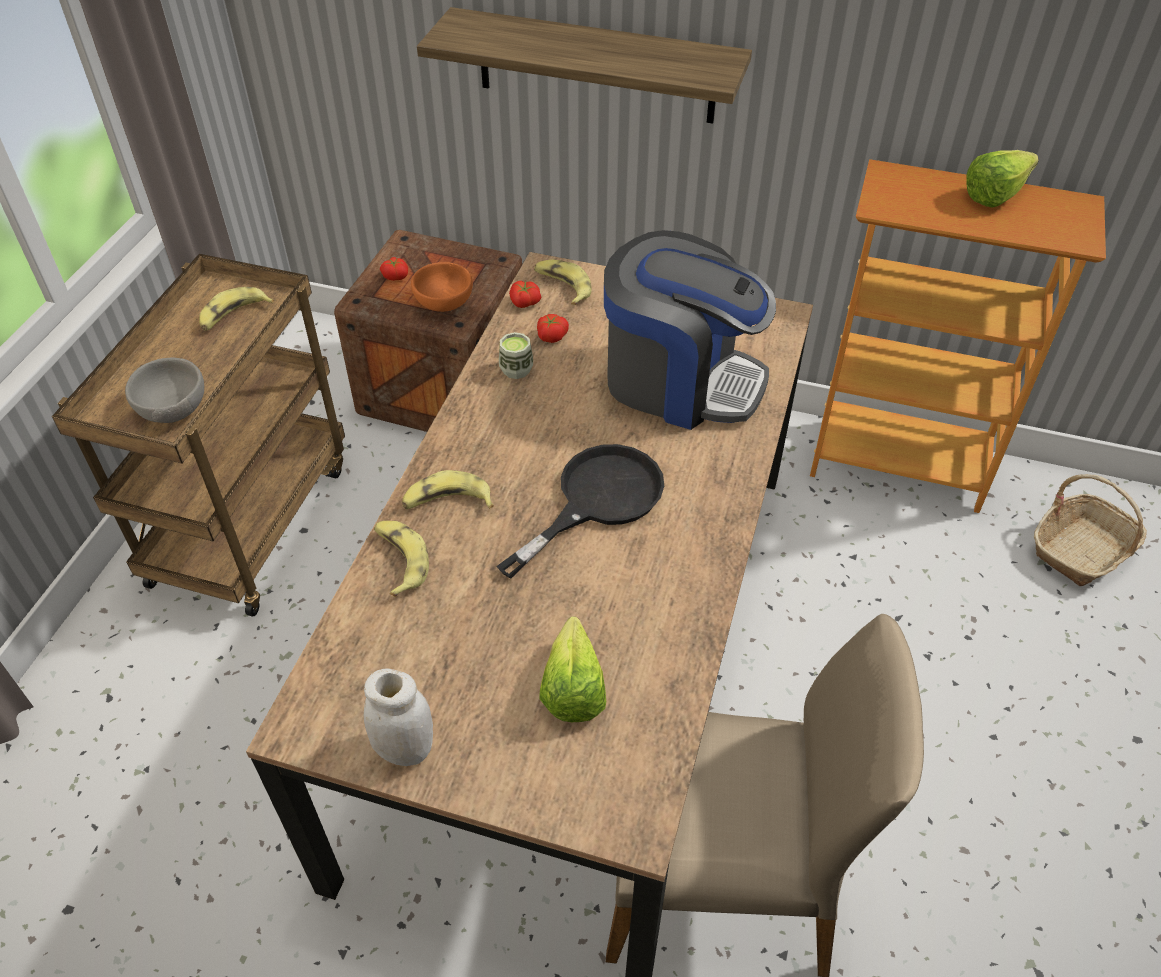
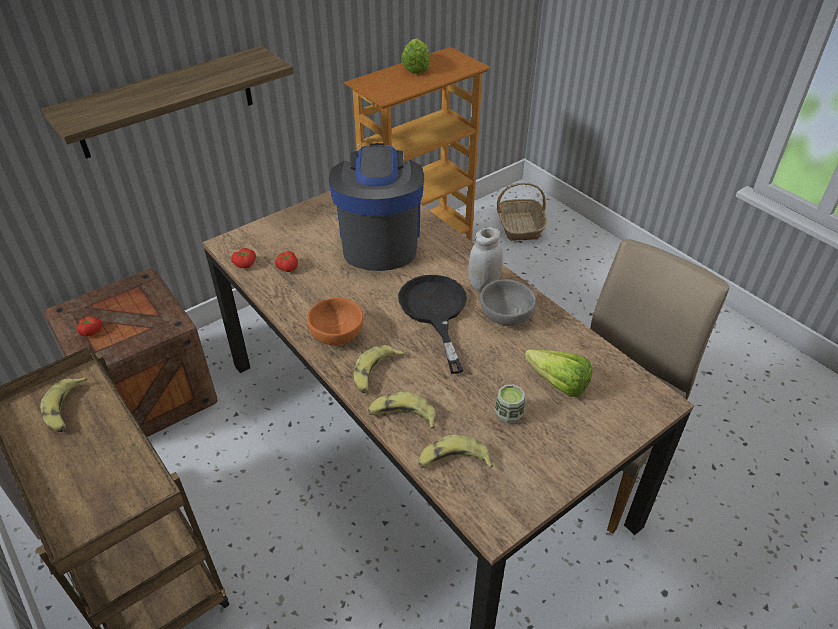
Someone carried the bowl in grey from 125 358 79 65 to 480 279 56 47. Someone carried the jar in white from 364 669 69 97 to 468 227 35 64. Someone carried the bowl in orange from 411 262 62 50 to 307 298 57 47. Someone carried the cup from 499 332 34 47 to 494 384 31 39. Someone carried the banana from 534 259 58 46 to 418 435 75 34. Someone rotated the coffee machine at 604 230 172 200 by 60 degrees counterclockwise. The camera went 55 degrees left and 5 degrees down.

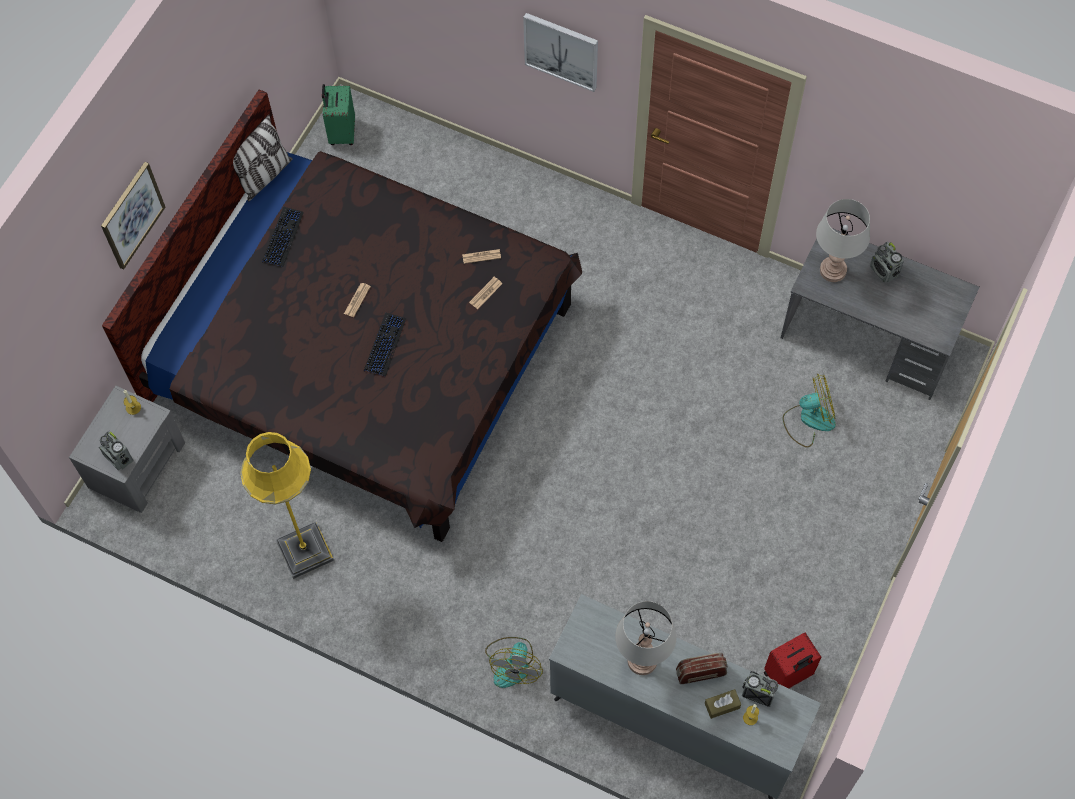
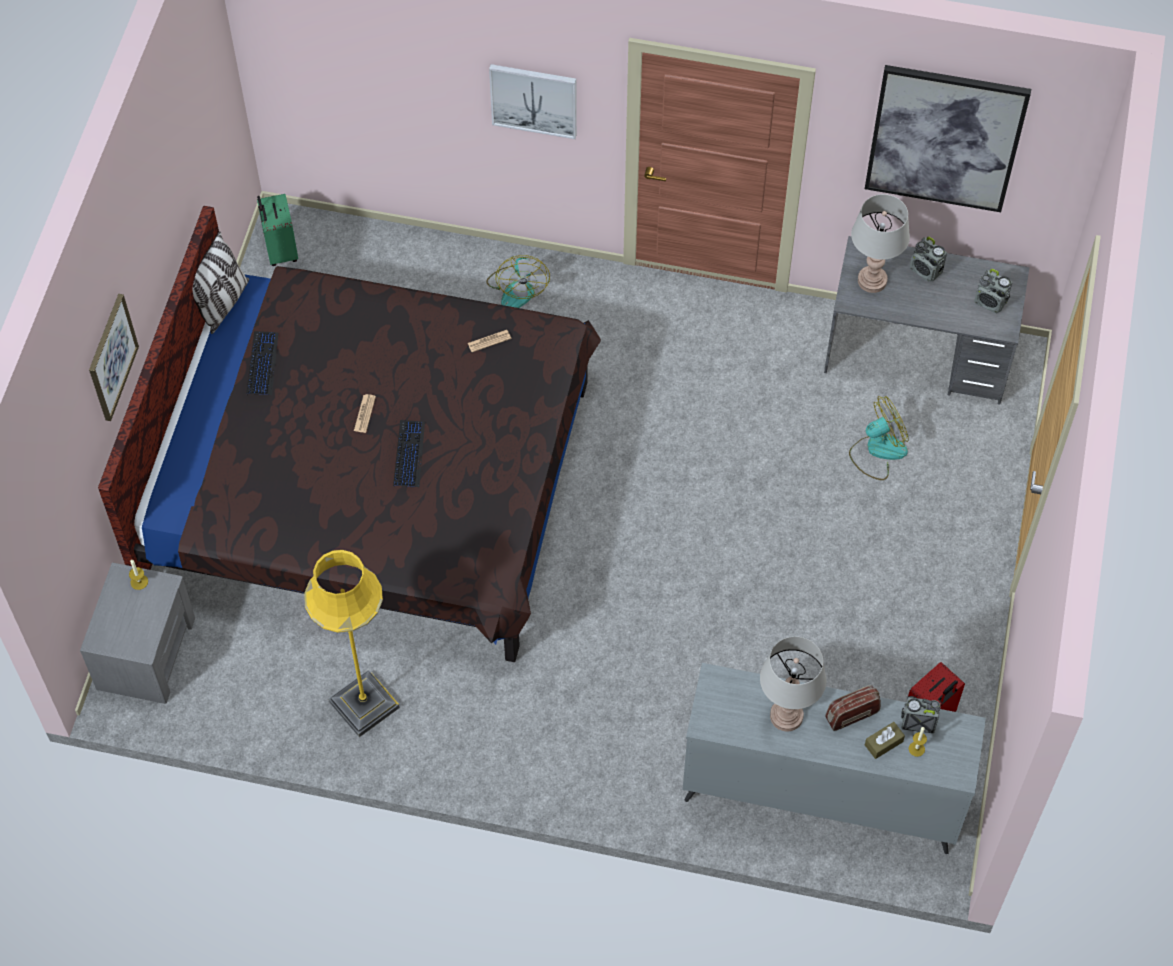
Someone took away the newspaper at 469 277 34 32. Someone put up the picture at 865 65 166 147. Someone carried the radio from 99 431 35 39 to 974 269 38 44. Someone carried the fan from 485 637 58 51 to 486 255 64 53. The camera went 15 degrees left and 5 degrees down.

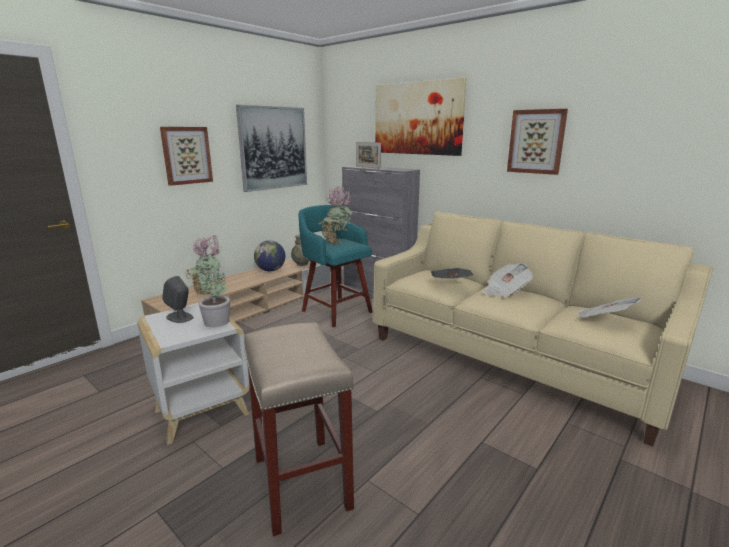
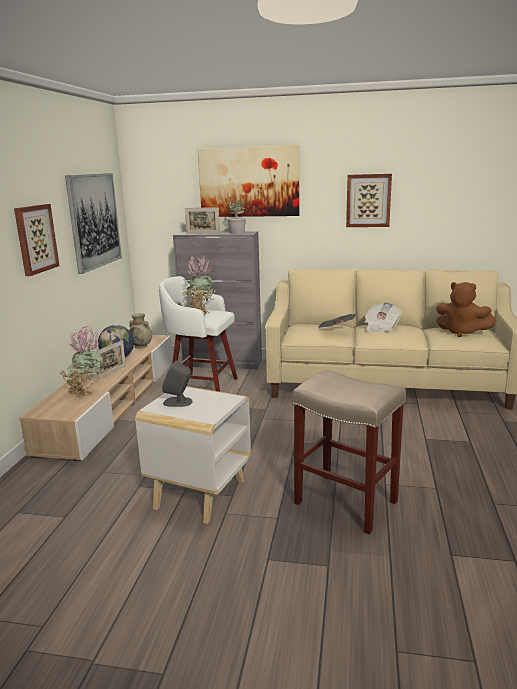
Someone put down the picture frame at 95 340 31 39. Someone carried the potted plant from 198 272 32 55 to 227 200 19 34. Someone swapped the newspaper at 578 297 64 21 for the plush toy in brown at 436 282 60 55. Someone repainted the stool in turquoise at 298 205 75 122, which became the stool in white at 159 276 79 116. The camera went 30 degrees left and 0 degrees up.

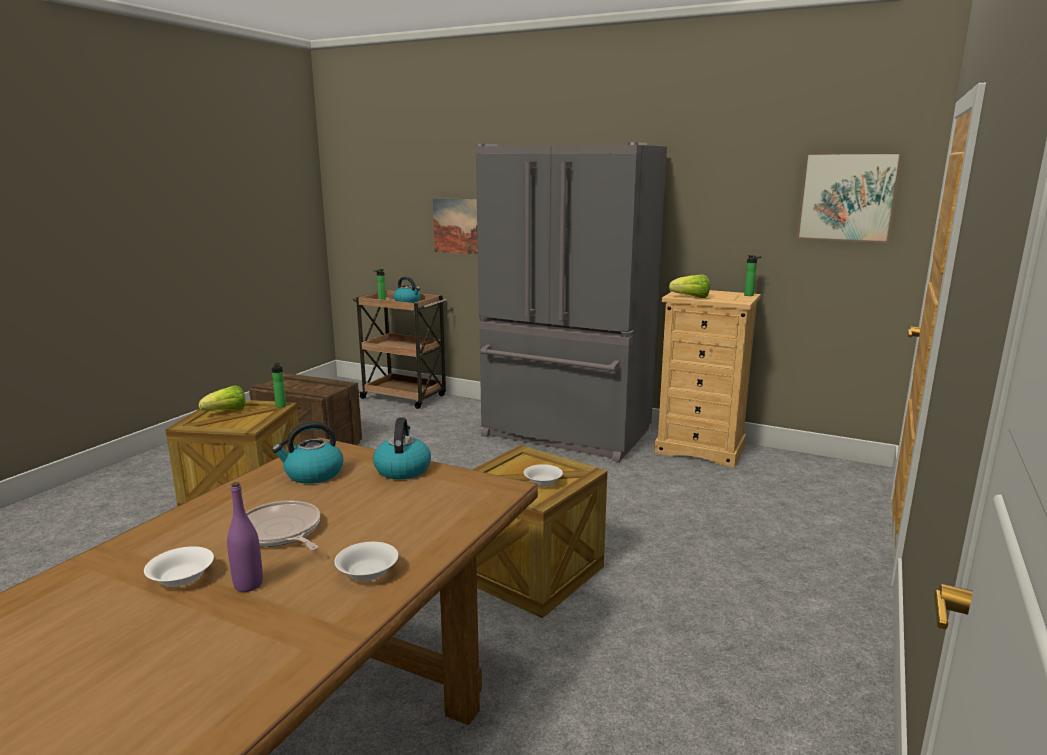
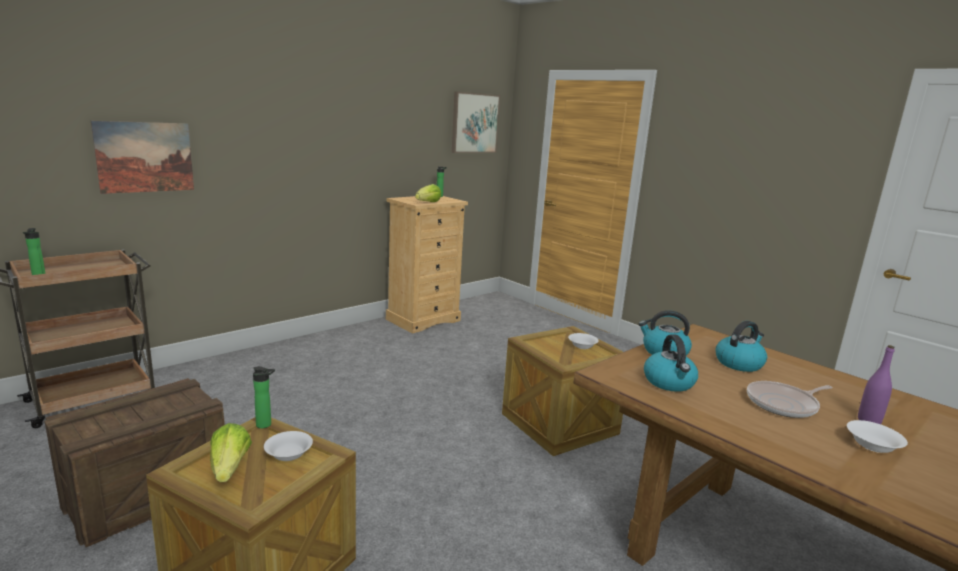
Someone took away the fridge in grey at 475 142 192 320. Someone carried the bowl in white from 334 542 65 39 to 264 431 49 30. Someone carried the kettle from 393 276 28 27 to 715 321 52 51. The camera went 70 degrees left and 0 degrees up.

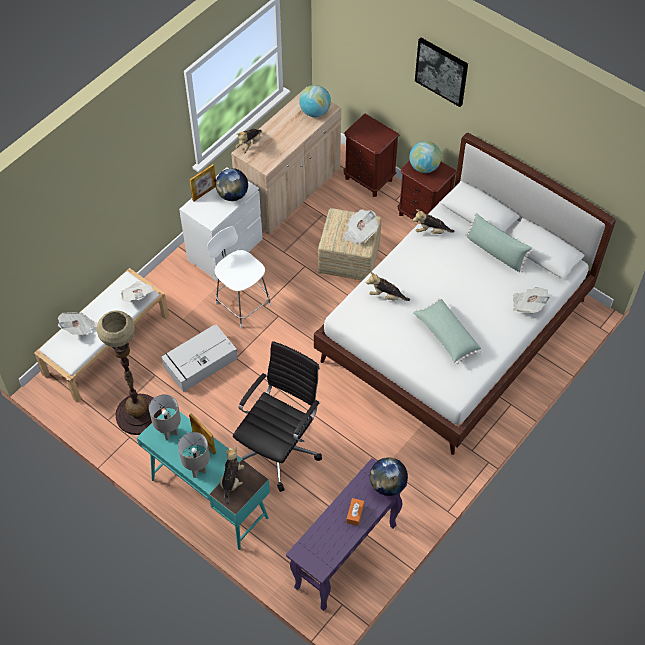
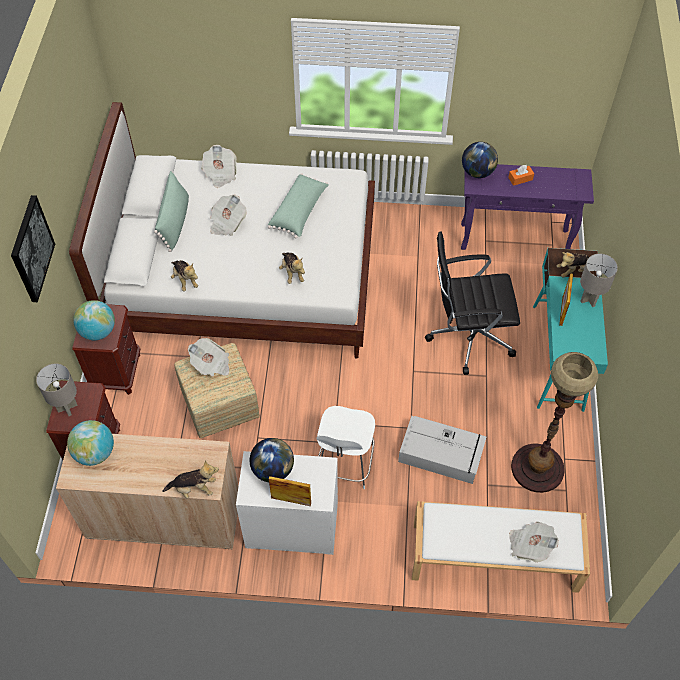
Someone carried the newspaper from 121 281 32 21 to 210 195 37 41. Someone carried the table lamp in grey from 149 394 32 47 to 36 363 42 53. The camera went 125 degrees left and 0 degrees up.

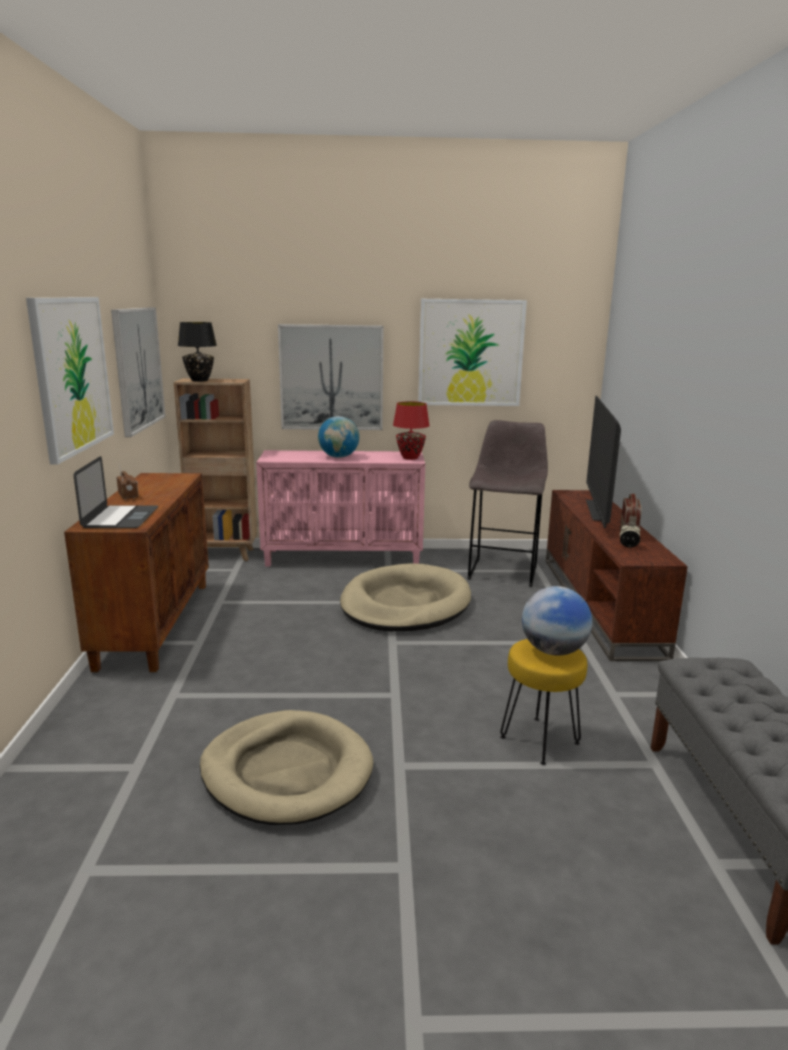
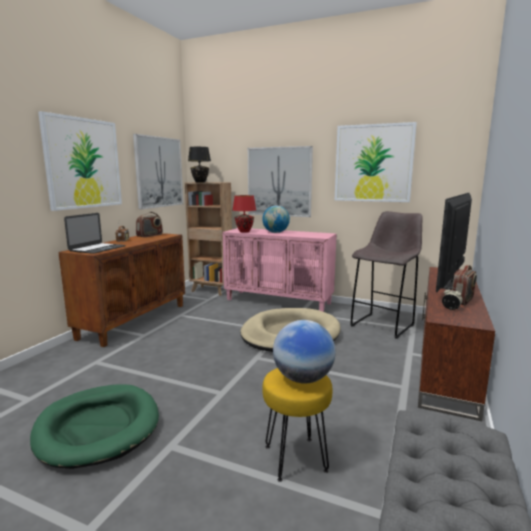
Someone put down the radio at 136 212 27 25. Someone carried the table lamp in red from 393 401 37 59 to 233 195 23 38. Someone repainted the dog bed in beige at 200 710 173 115, which became the dog bed in green at 30 384 129 85. The camera went 25 degrees right and 5 degrees down.

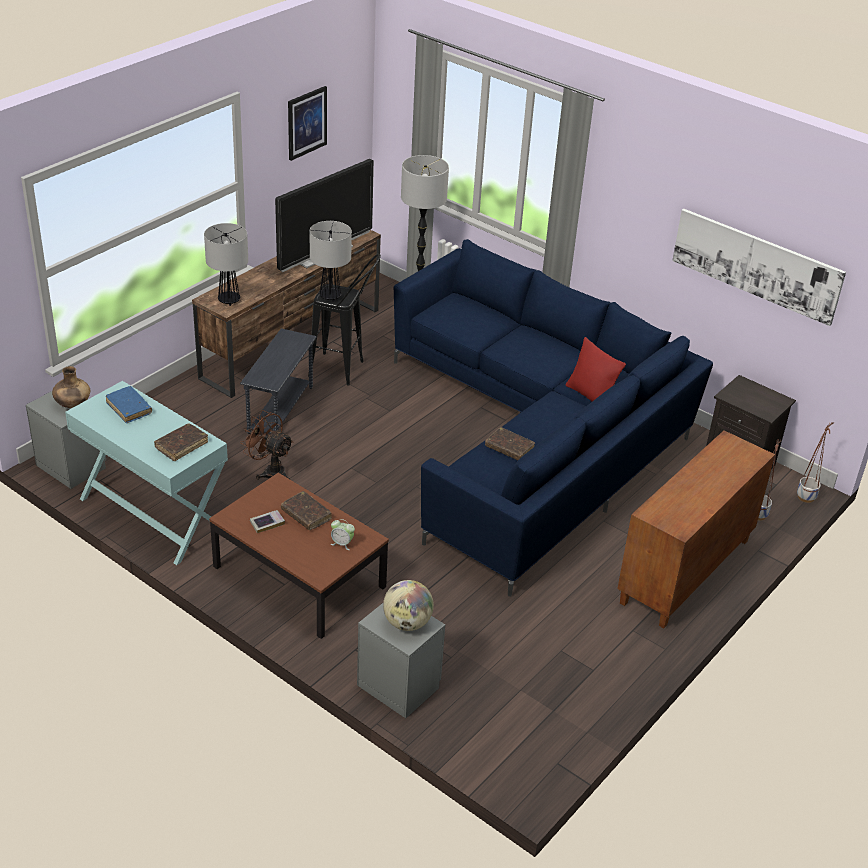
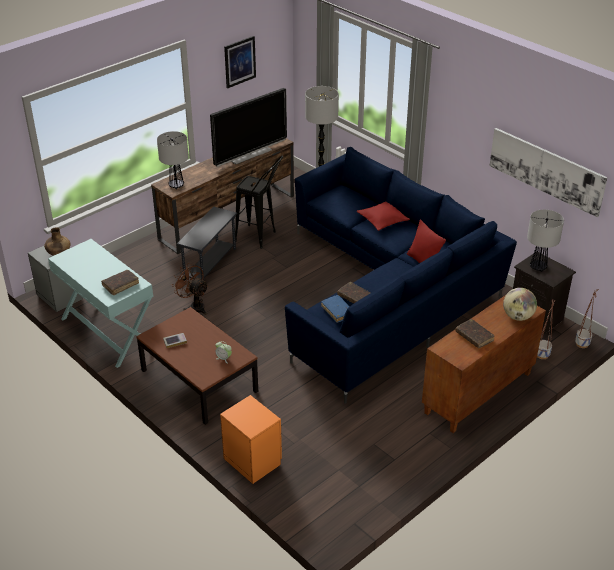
Someone put down the pillow in red at 356 201 54 30. Someone carried the book in blue from 106 386 46 37 to 321 295 28 28. Someone carried the book in brown from 281 491 51 39 to 455 319 39 29. Someone carried the table lamp from 310 221 42 81 to 527 209 37 63. Someone carried the globe from 383 580 51 51 to 503 288 34 33. Someone repainted the nightstand in grey at 357 603 88 115, which became the nightstand in orange at 220 395 62 89. The camera went 10 degrees right and 0 degrees up.

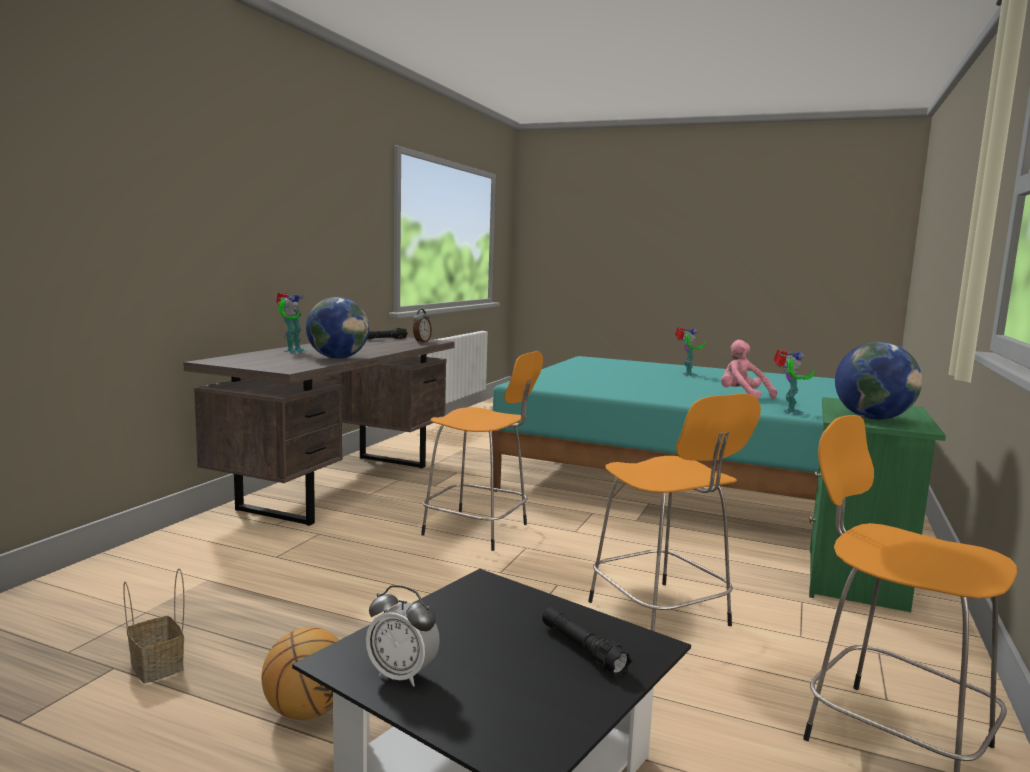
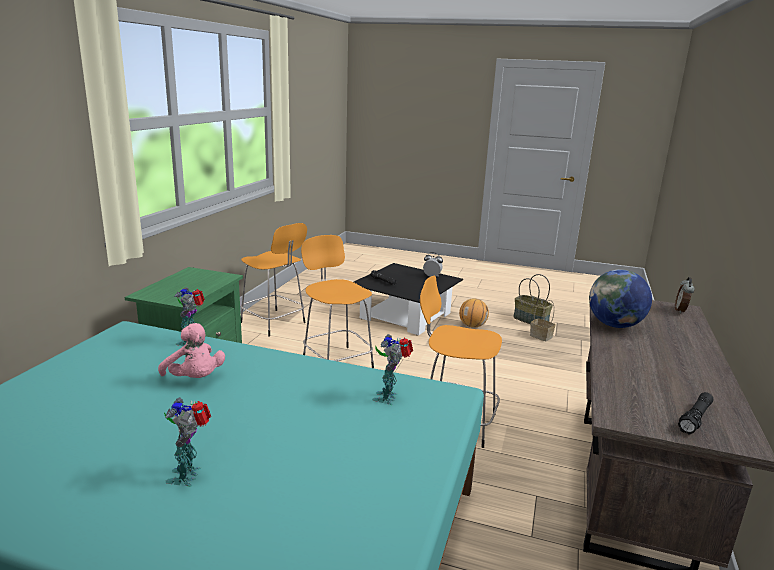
Someone took away the globe at 835 342 87 78. Someone put down the basket at 513 274 40 50. Someone carried the toy robot from 276 292 32 61 to 372 334 41 71. Someone carried the alarm clock from 413 309 19 34 to 675 277 20 37. The camera went 175 degrees right and 10 degrees up.

